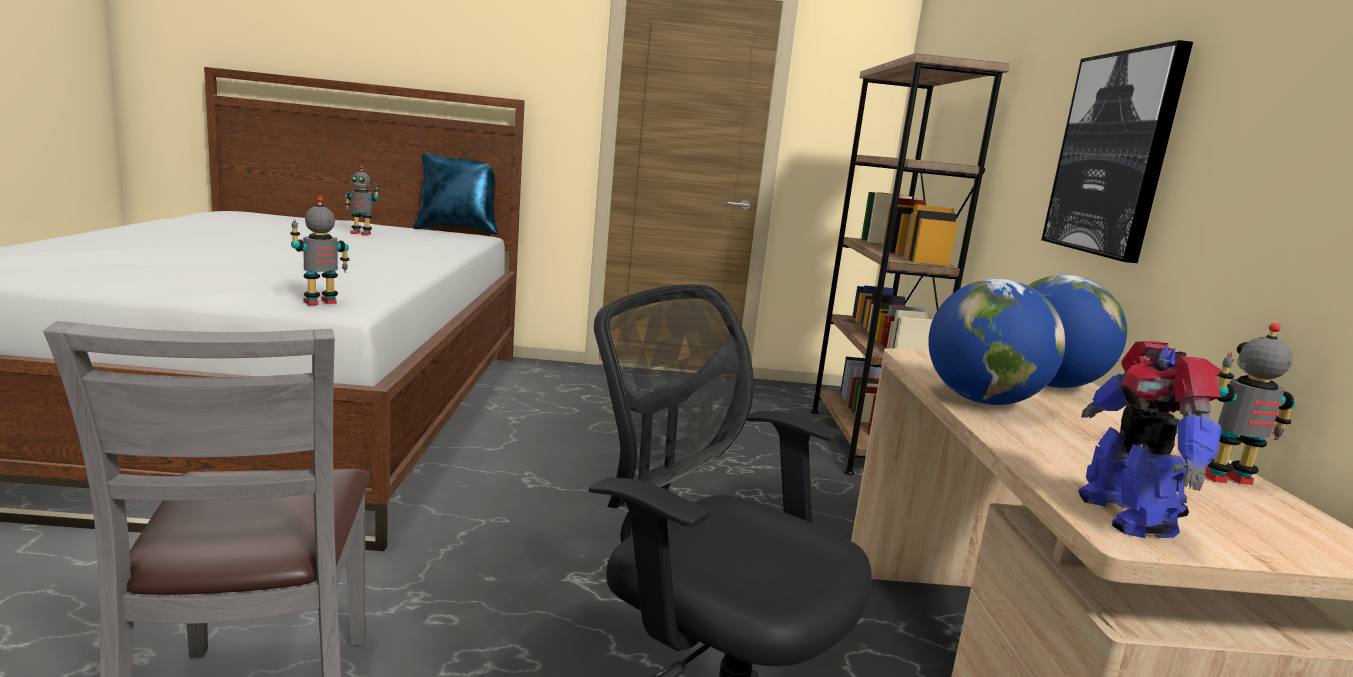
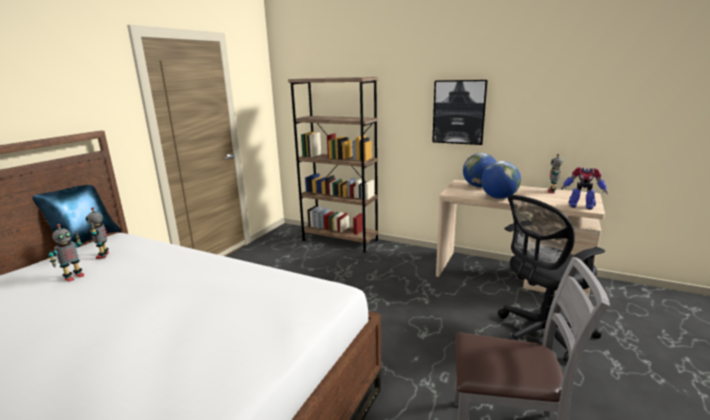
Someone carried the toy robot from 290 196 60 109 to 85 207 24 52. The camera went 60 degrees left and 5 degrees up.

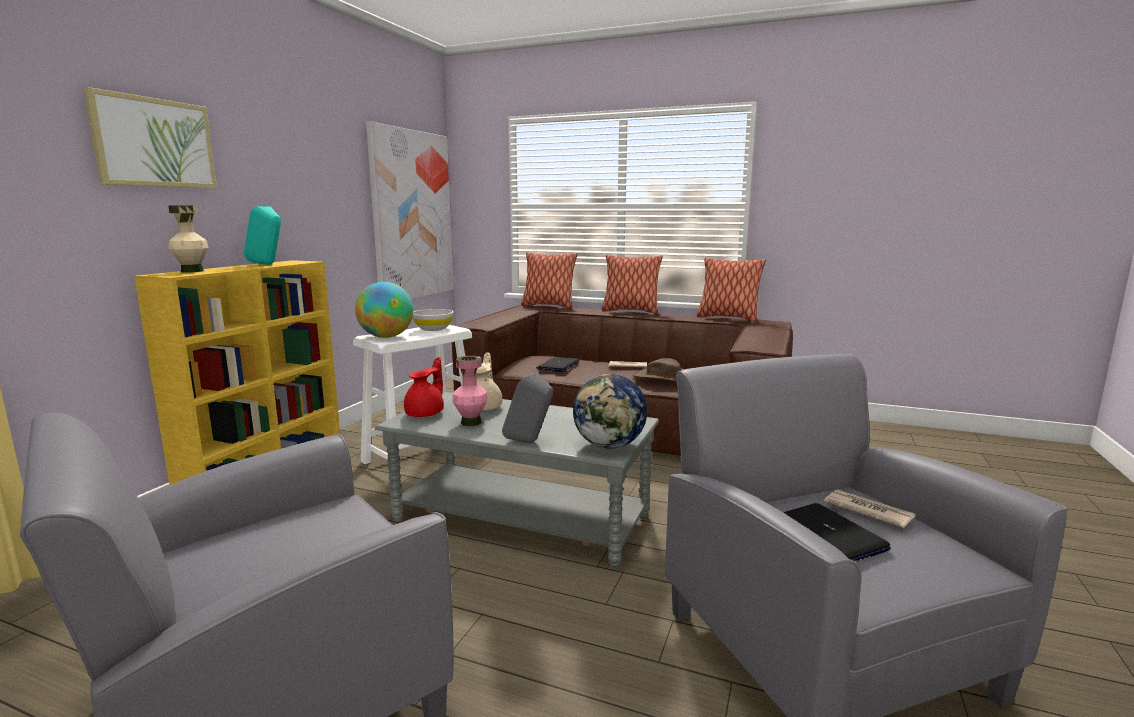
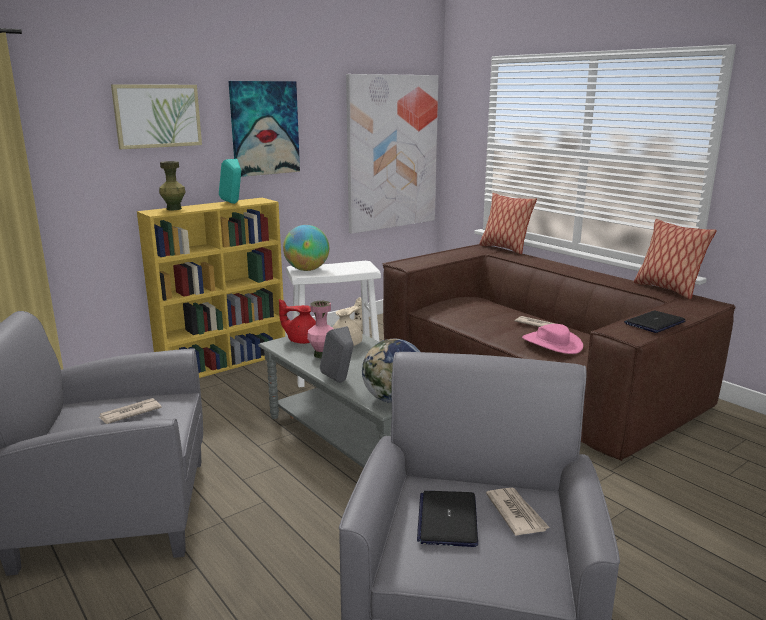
Someone took away the bowl in white at 413 309 41 22. Someone took away the pillow at 601 255 61 59. Someone put down the newspaper at 98 398 63 26. Someone put up the picture at 229 81 71 96. Someone carried the laptop from 536 357 44 15 to 624 311 62 22. Someone repainted the vase in beige at 168 205 41 67, which became the vase in green at 159 161 27 49. Someone repainted the hat in brown at 633 358 51 24, which became the hat in pink at 522 324 61 30. Someone rotated the teapot in red at 404 357 40 60 by 135 degrees counterclockwise. The camera went 30 degrees right and 5 degrees up.

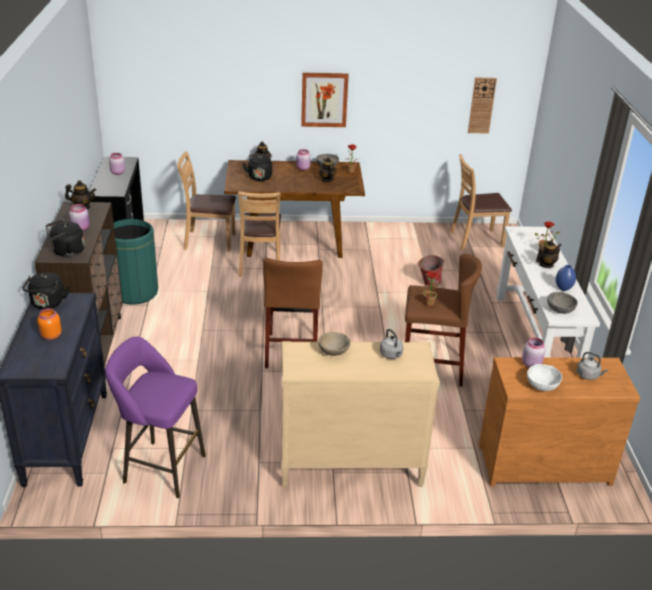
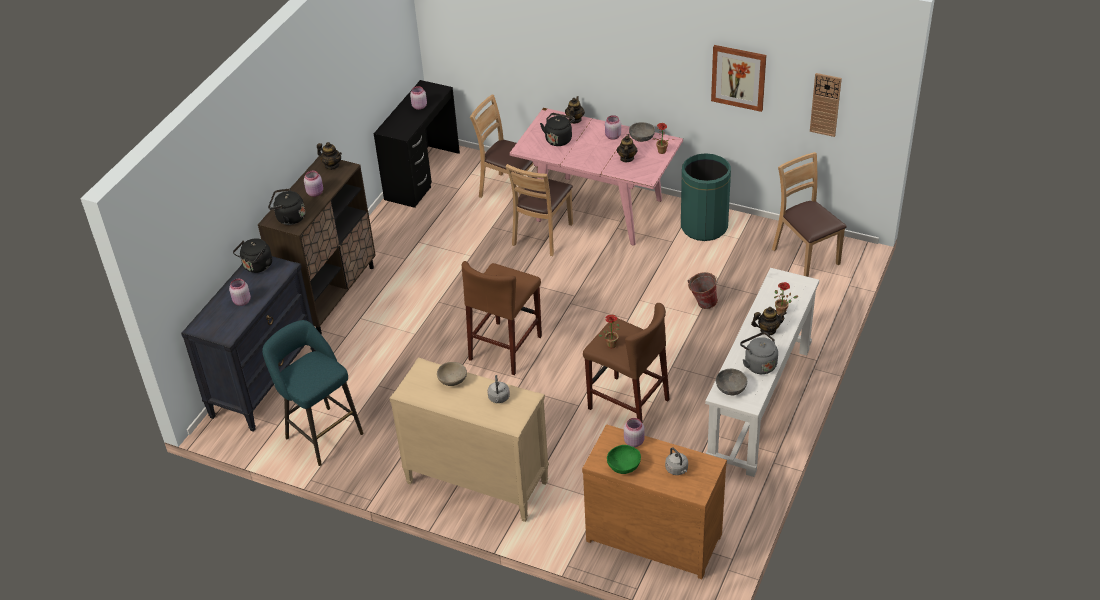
Someone carried the trash can in green from 114 219 44 86 to 681 153 50 88. Someone carried the picture from 301 73 48 54 to 711 45 56 67. Someone swapped the vase in blue at 556 265 20 26 for the kettle in grey at 740 332 38 42. Someone repainted the jar in orange at 37 308 25 32, which became the jar in pink at 229 279 22 27. Someone repainted the stool in purple at 105 337 101 161, which became the stool in turquoise at 262 320 102 146. Someone repainted the dining table in brown at 224 160 141 98, which became the dining table in pink at 509 108 174 138. Someone repainted the bowl in white at 527 364 35 27, which became the bowl in green at 607 445 34 29. Someone rotated the chair in brown at 450 154 62 96 by 45 degrees clockwise. The camera went 30 degrees right and 10 degrees up.

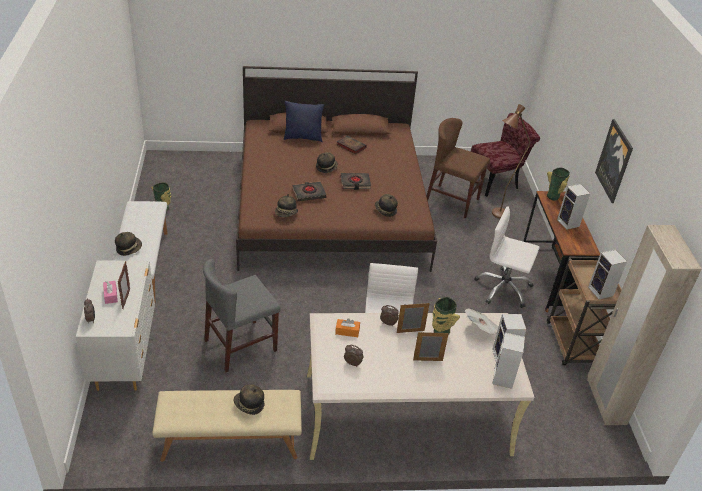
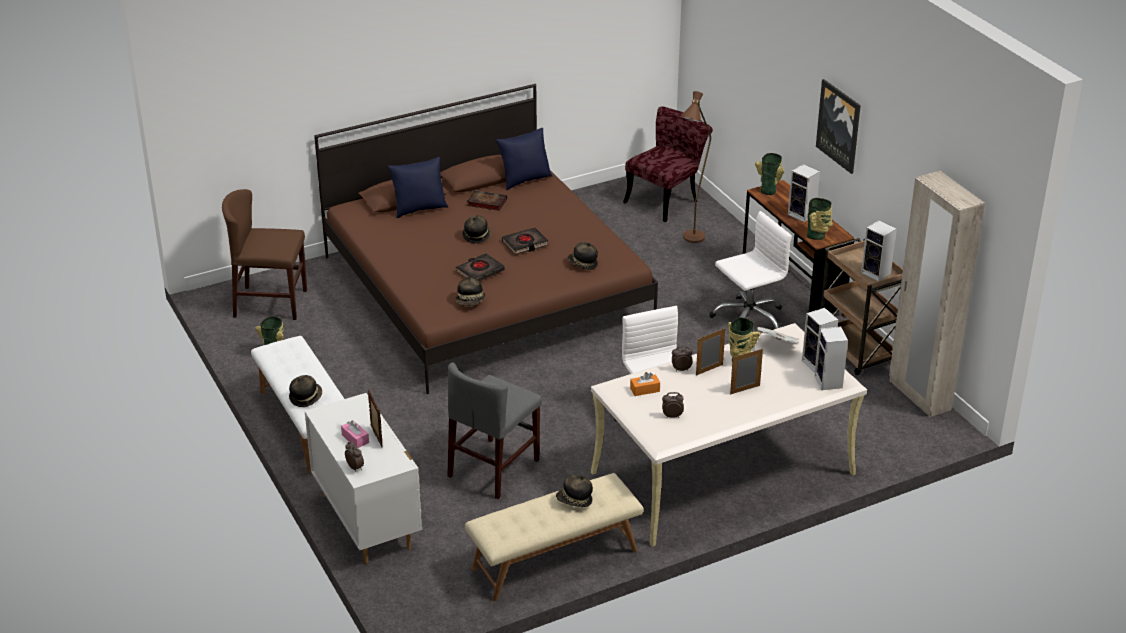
Someone put down the pillow in blue at 496 128 56 62. Someone put down the vase at 807 198 26 42. Someone carried the chair in brown from 427 118 63 100 to 222 189 85 131. Someone rotated the office chair in white at 474 206 66 102 by 150 degrees clockwise. The camera went 20 degrees left and 5 degrees down.

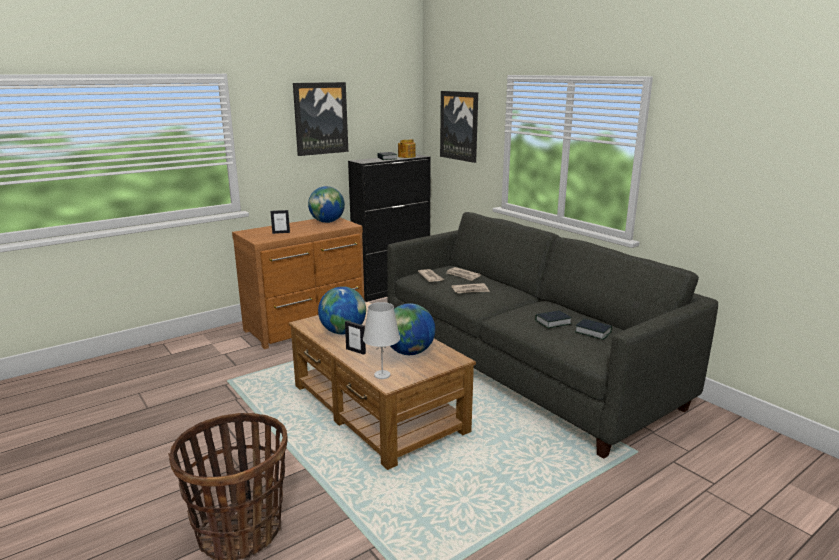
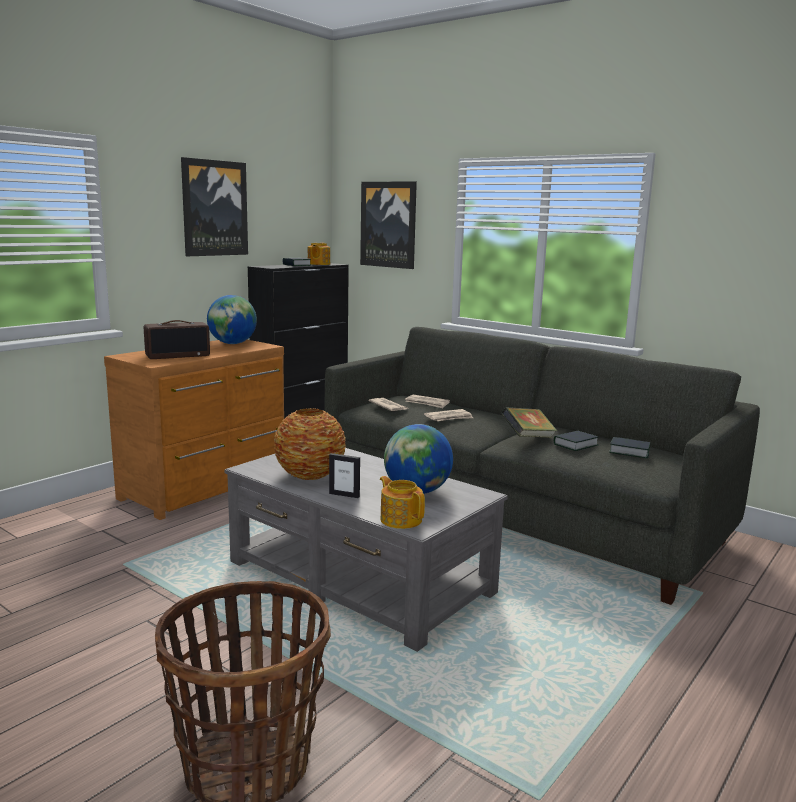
Someone put down the book at 501 407 56 31. Someone swapped the picture frame at 271 210 19 24 for the radio at 144 320 66 39. Someone swapped the globe at 318 286 48 48 for the vase at 274 408 72 72. Someone swapped the table lamp in white at 363 302 37 77 for the teapot at 380 476 45 53. Someone repainted the coffee table in brown at 289 302 187 168, which became the coffee table in grey at 224 448 284 204. The camera went 15 degrees left and 5 degrees down.

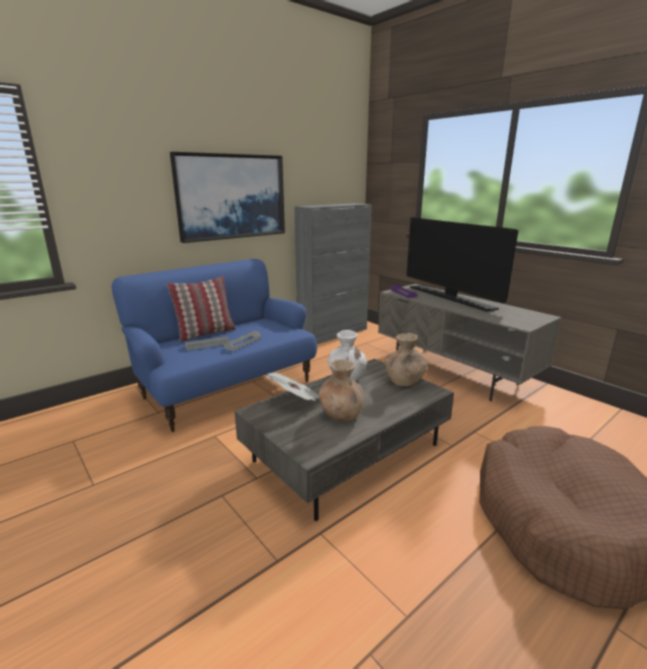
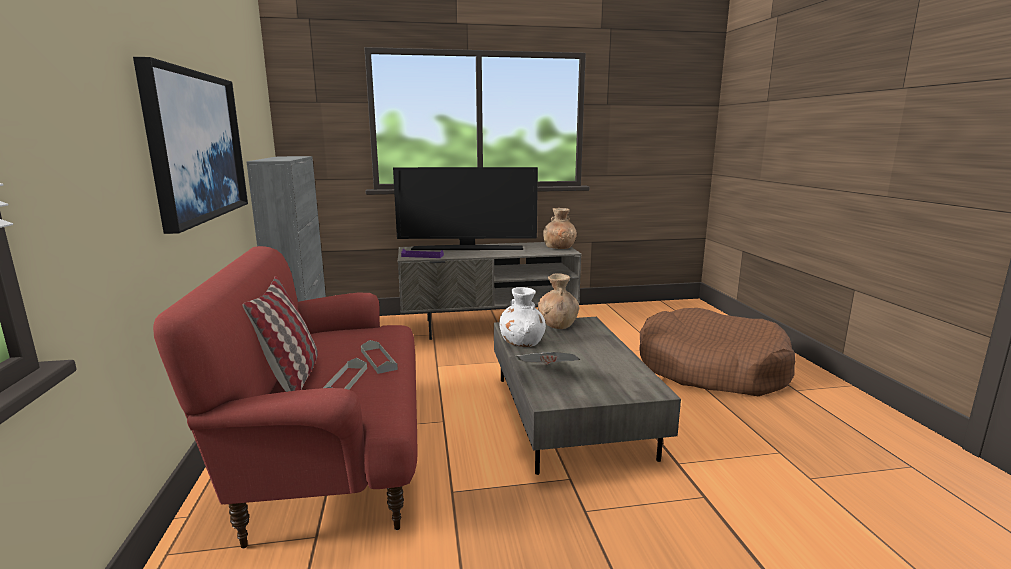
Someone carried the vase in brown from 319 359 45 63 to 543 208 34 41. Someone repainted the sofa in blue at 112 259 205 173, which became the sofa in red at 153 246 264 303. The camera went 60 degrees left and 5 degrees down.

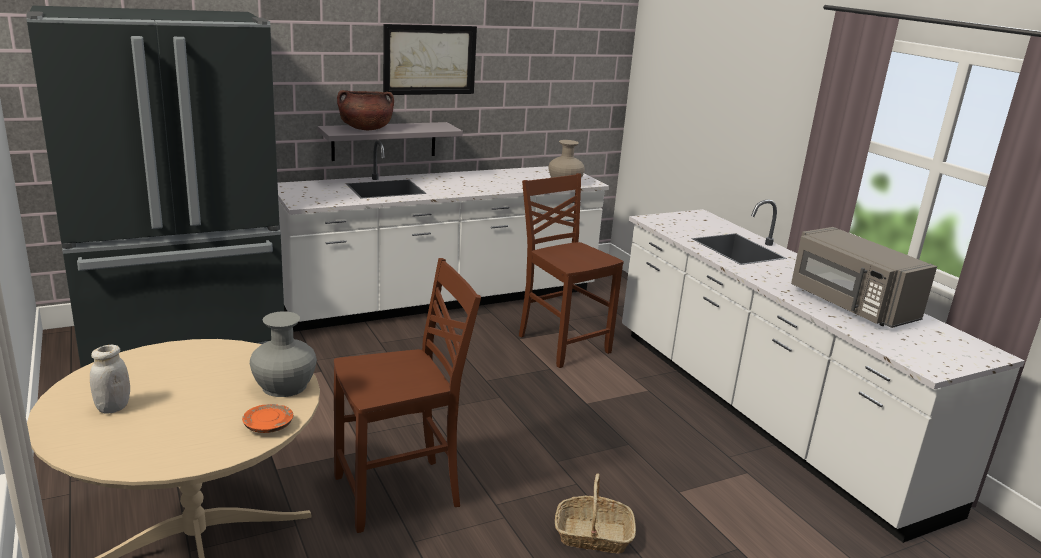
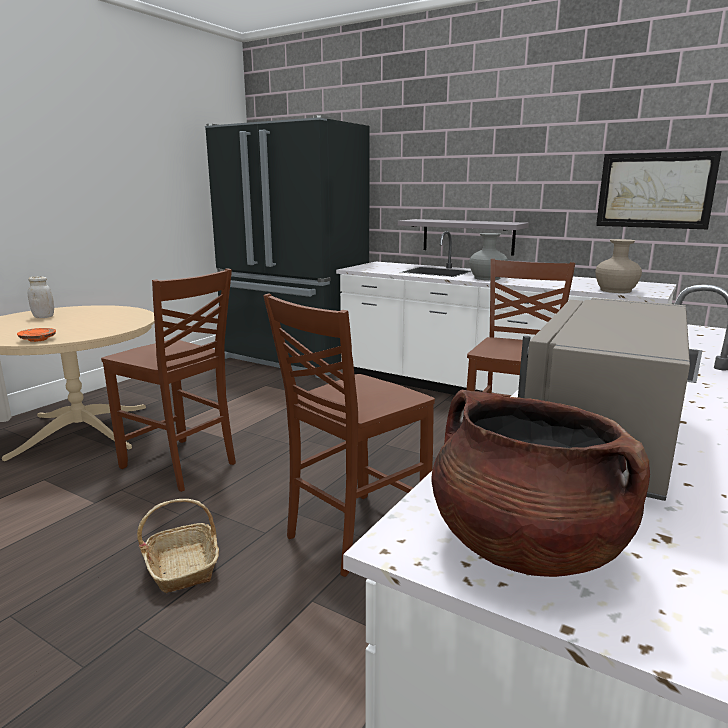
Someone put down the chair in brown at 263 294 172 283. Someone carried the vase in grey from 250 311 67 86 to 469 233 39 47. Someone carried the cooking pot in brown from 337 90 57 40 to 431 389 219 188. Someone carried the picture from 383 24 94 71 to 596 151 126 78. The camera went 60 degrees right and 5 degrees down.

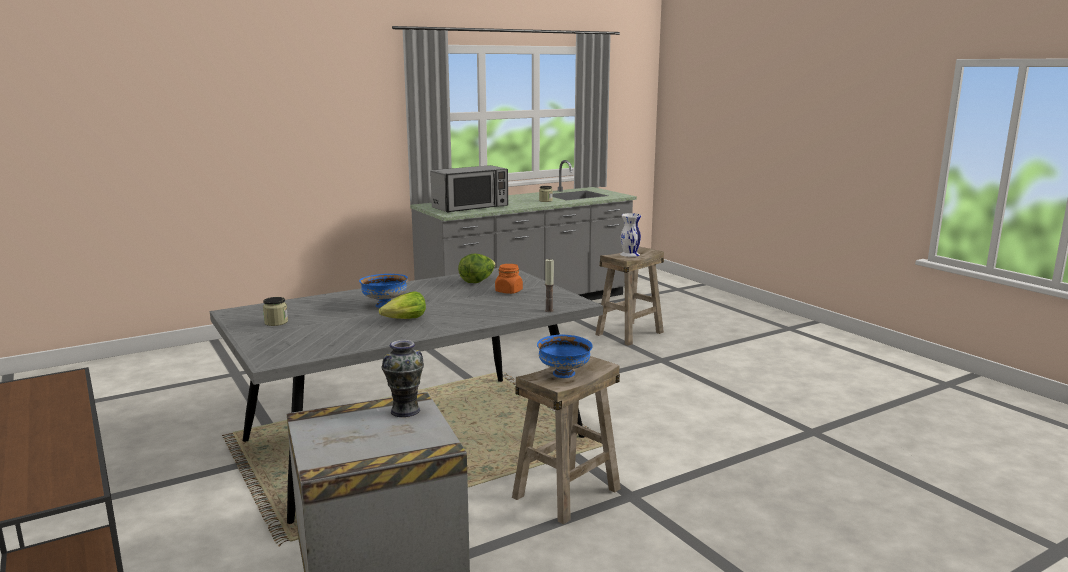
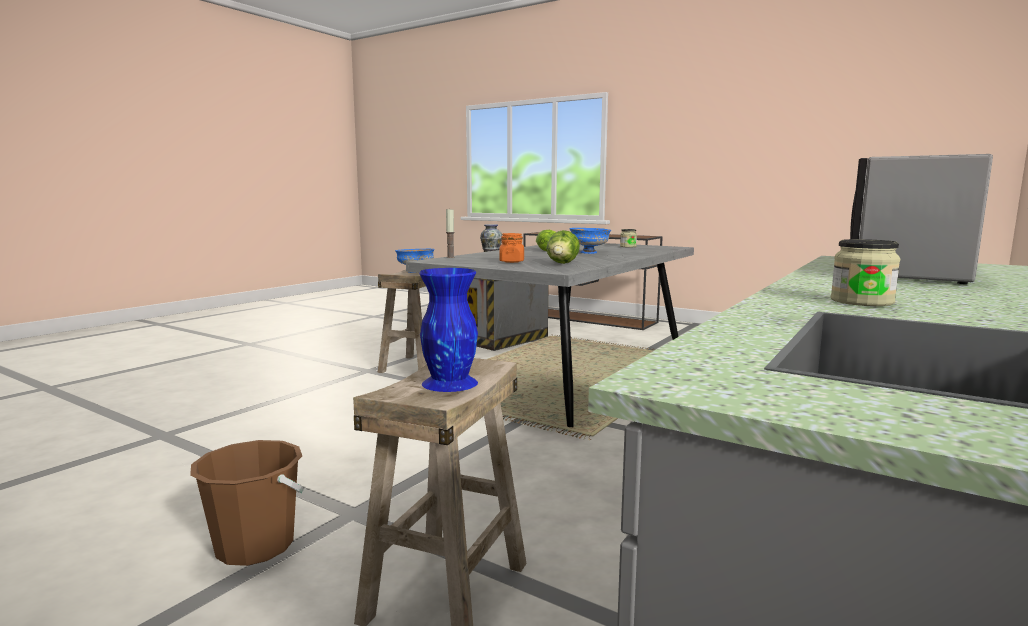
Someone put down the bucket in brown at 190 440 114 126. Someone repainted the vase in white at 620 213 21 44, which became the vase in blue at 419 268 59 124. The camera went 155 degrees right and 5 degrees down.

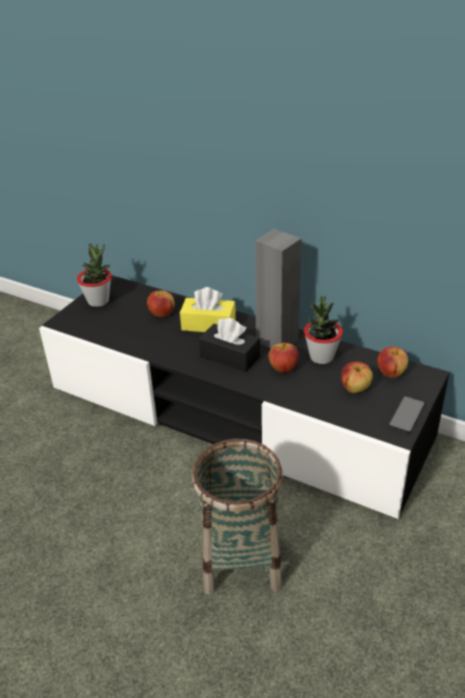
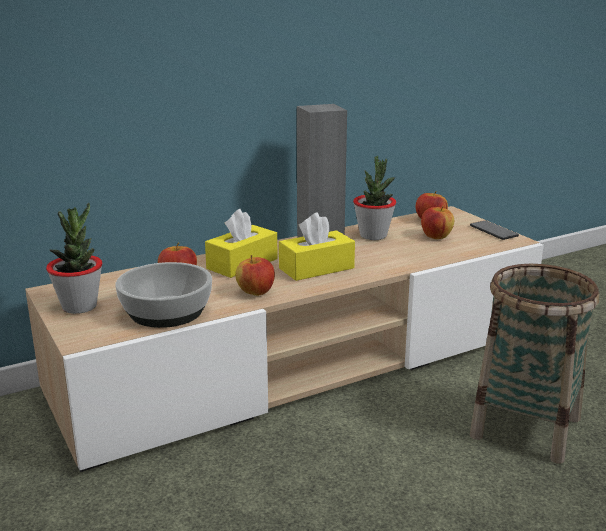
Someone put down the bowl at 115 262 97 66. Someone carried the apple from 269 342 30 31 to 235 255 40 41. Someone repainted the tv stand in black at 39 275 411 244, which became the tv stand in beige at 25 206 519 266. Someone repainted the tissue box in black at 199 318 61 54, which became the tissue box in yellow at 279 213 76 68. The camera went 60 degrees left and 15 degrees down.

